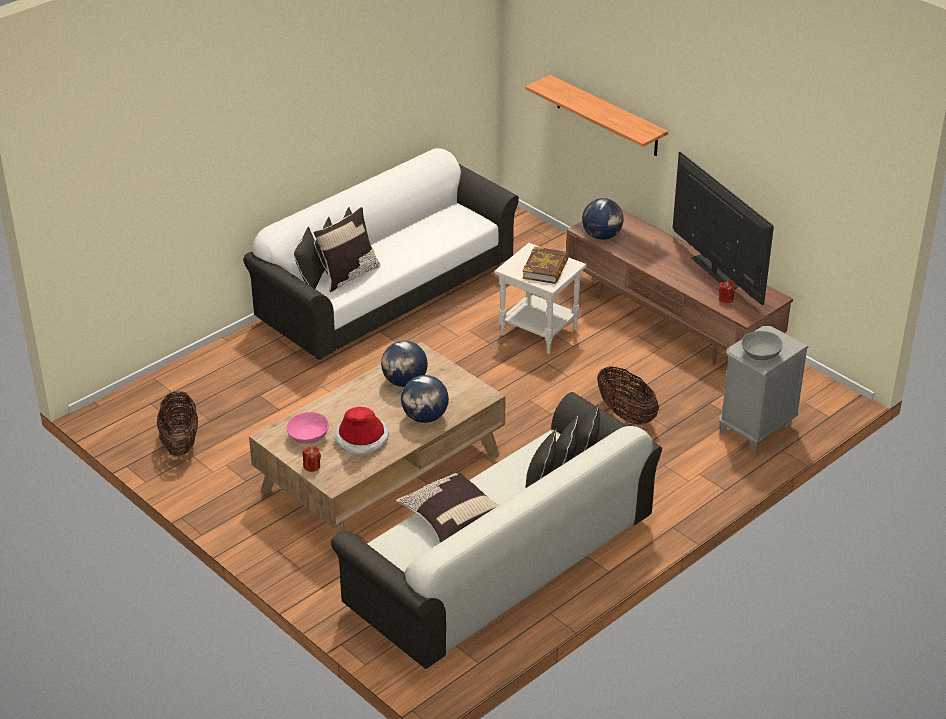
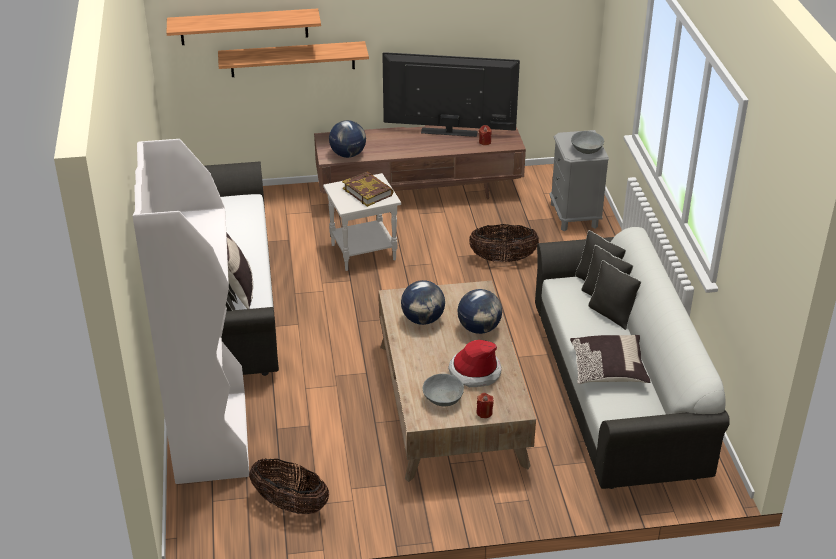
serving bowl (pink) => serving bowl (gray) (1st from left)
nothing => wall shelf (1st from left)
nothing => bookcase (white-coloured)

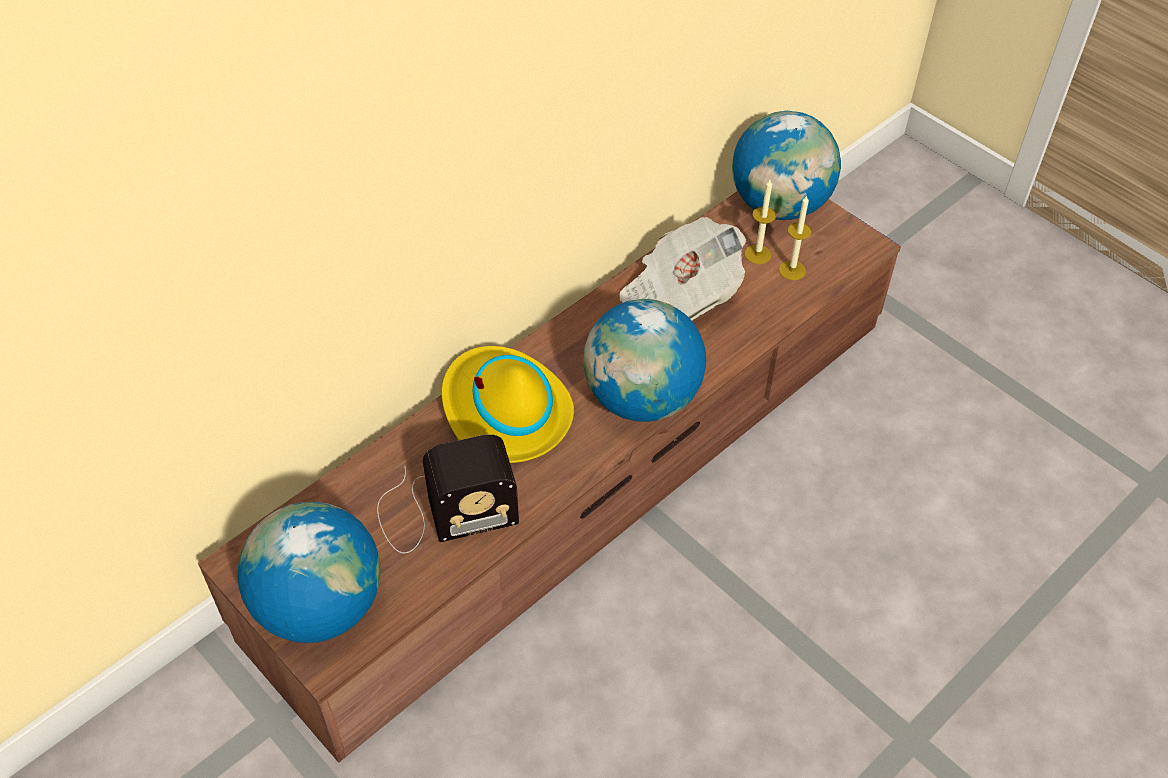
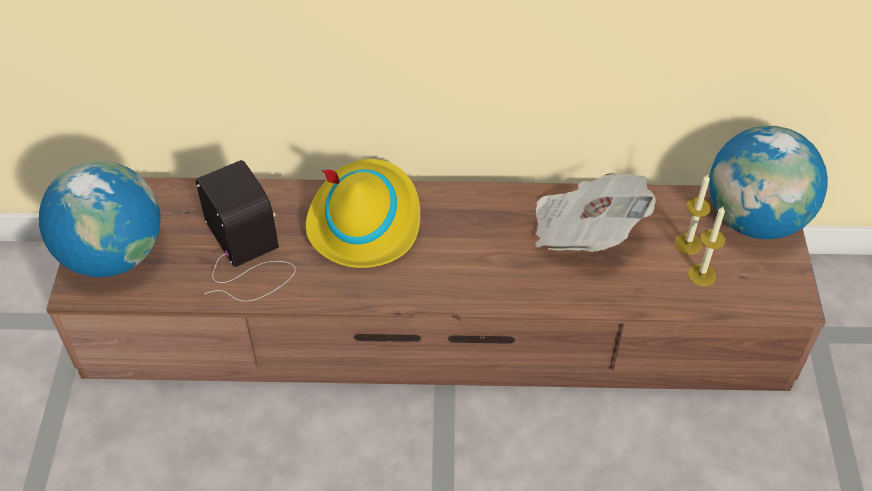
desk globe (2nd from left) => nothing
radio receiver, 150 degrees counterclockwise

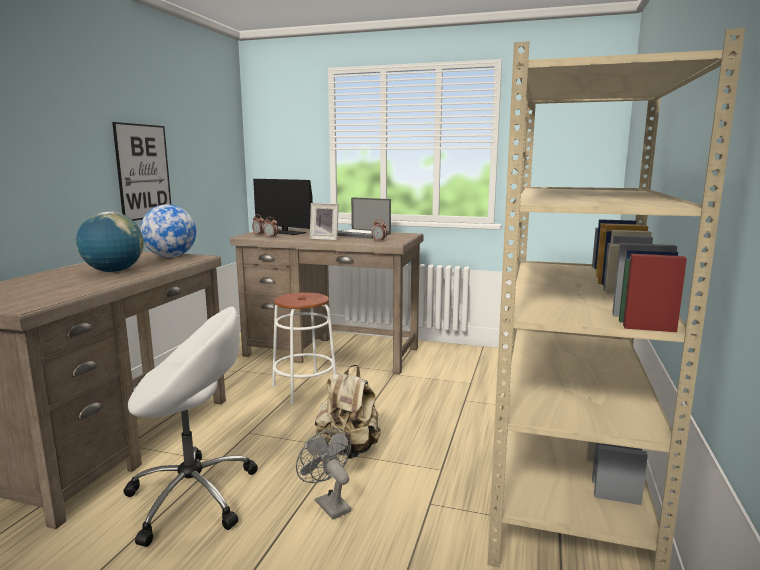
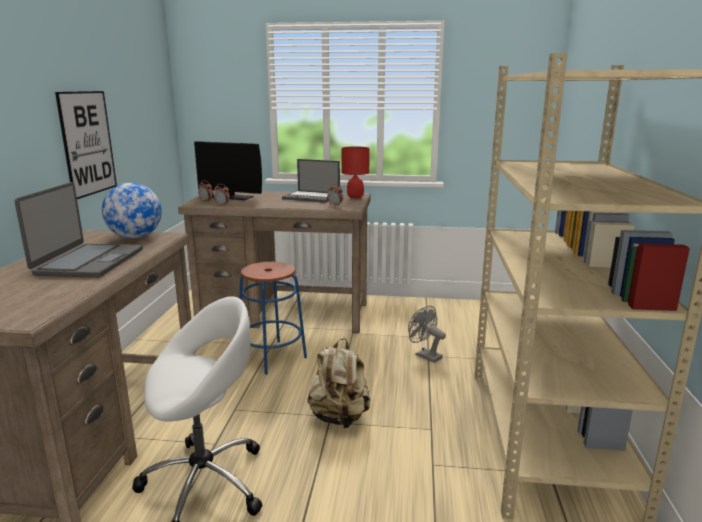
picture frame => nothing
desk globe (1st from left) => laptop (1st from left)
stool seat (white-coloured) => stool seat (blue)
fan (gray), move
nothing => lamp for a table (red)

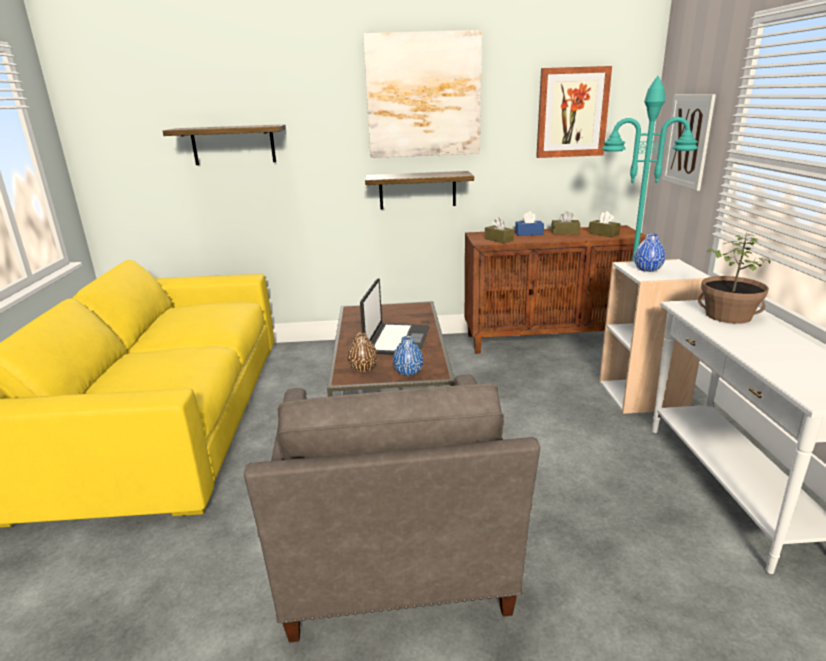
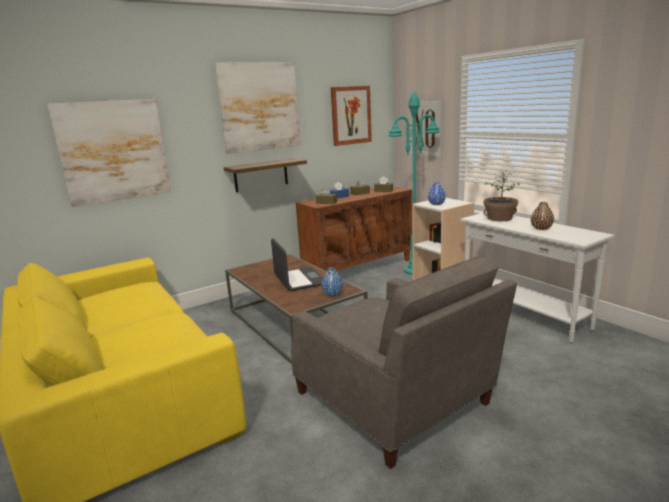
wall shelf (1st from left) => wall picture (1st from left)
flower vase (brown), move

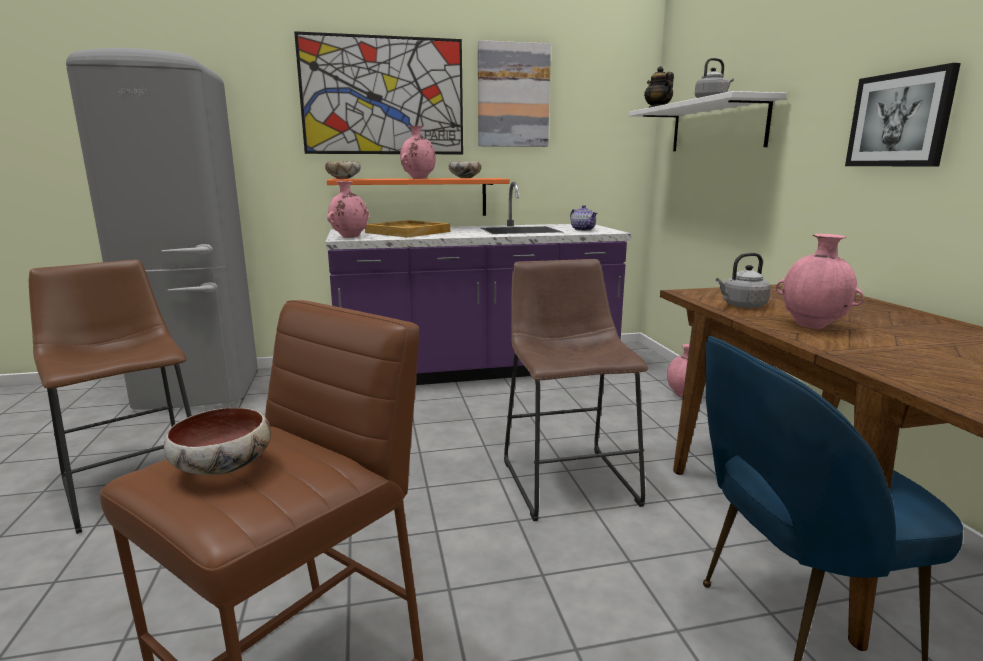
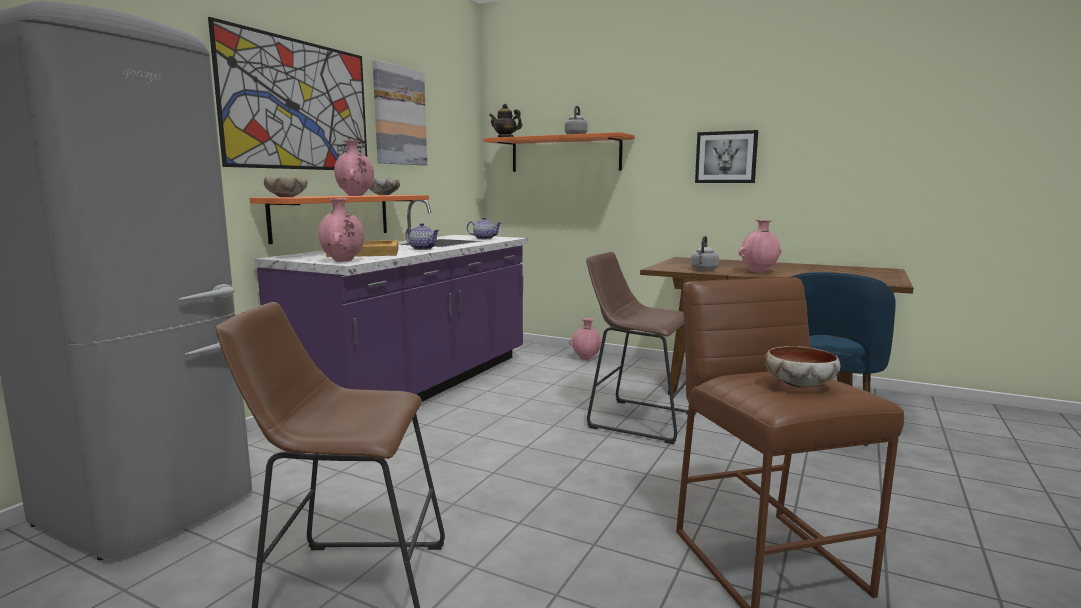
wall shelf (white-coloured) => wall shelf (orange) (2nd from left)
nothing => tea pot (1st from left)

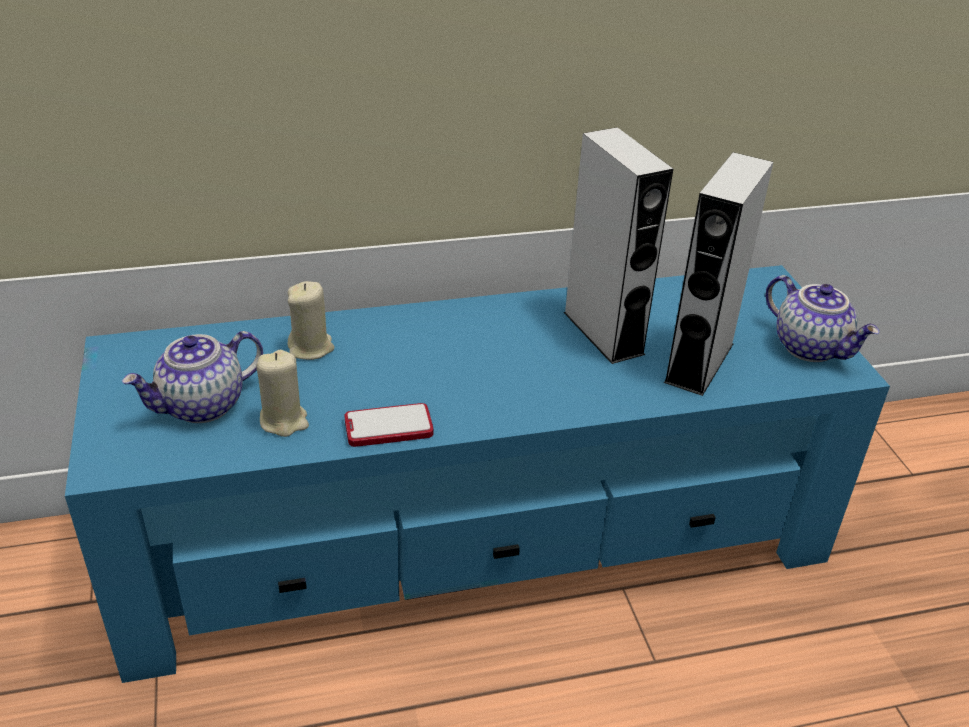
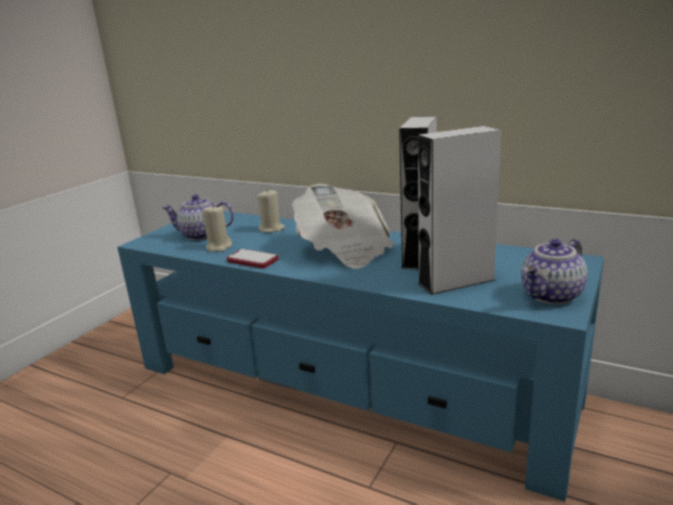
tea pot (2nd from left), 45 degrees clockwise
nothing => newspaper

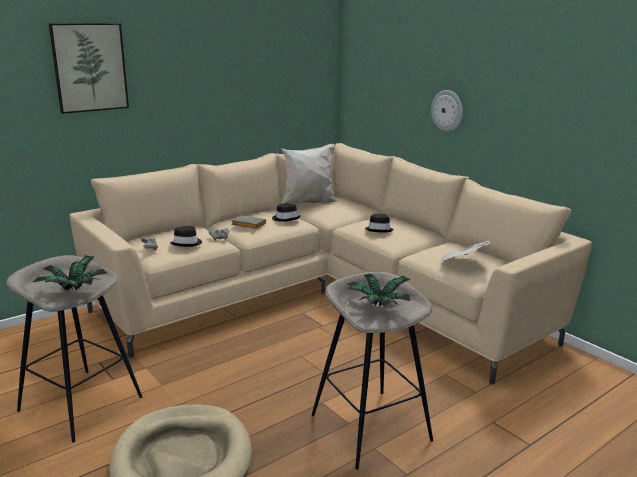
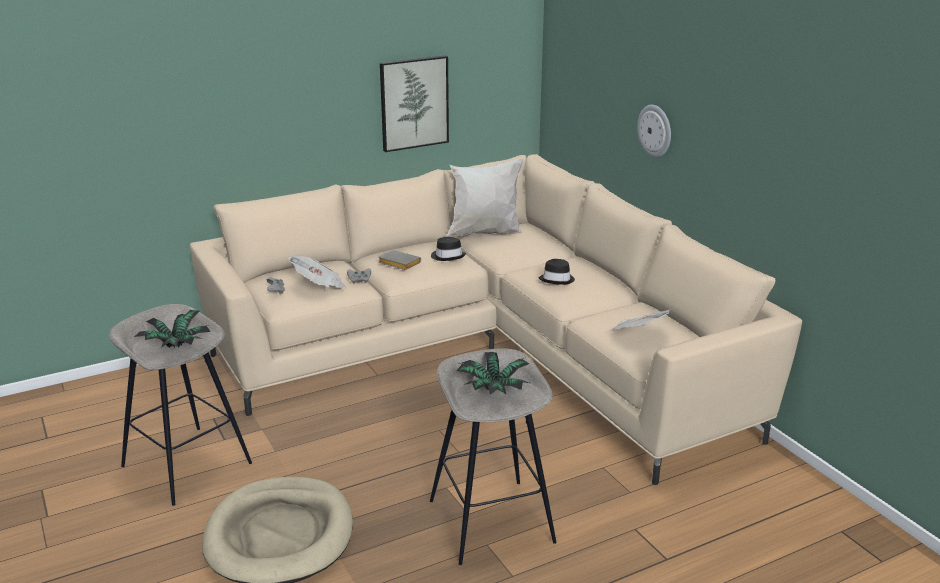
wall picture, move
hat (black-coloured) (1st from left) => newspaper (1st from left)

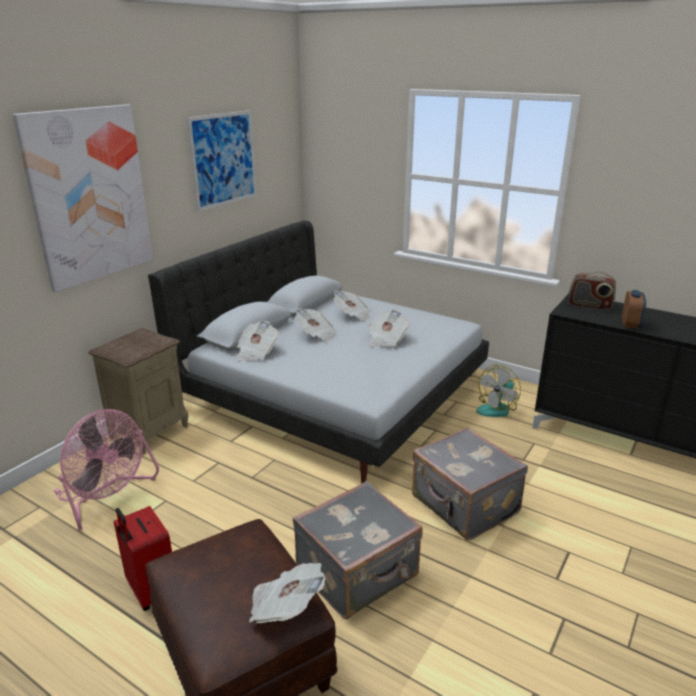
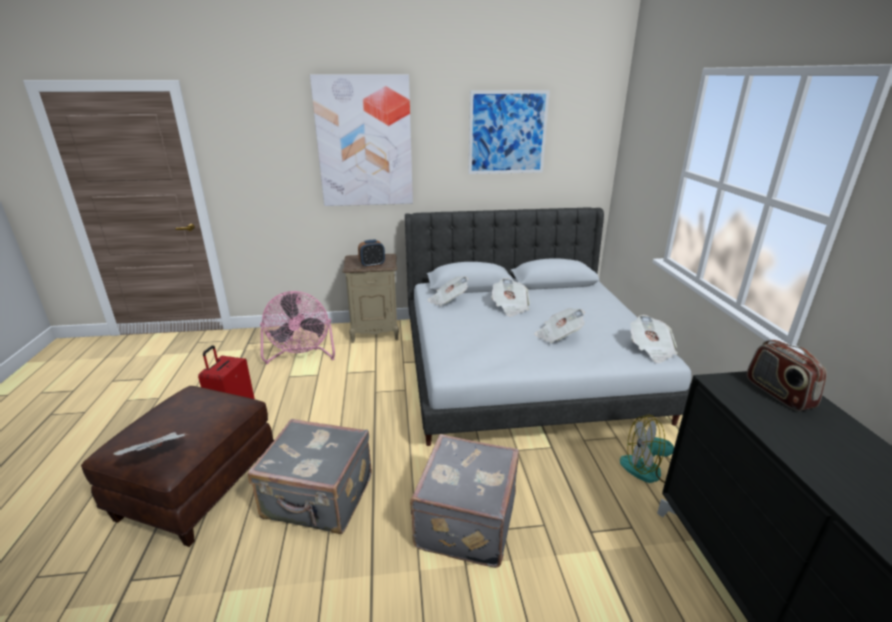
bedside clock, move
newspaper (4th from left in the first image) => newspaper (5th from left), move

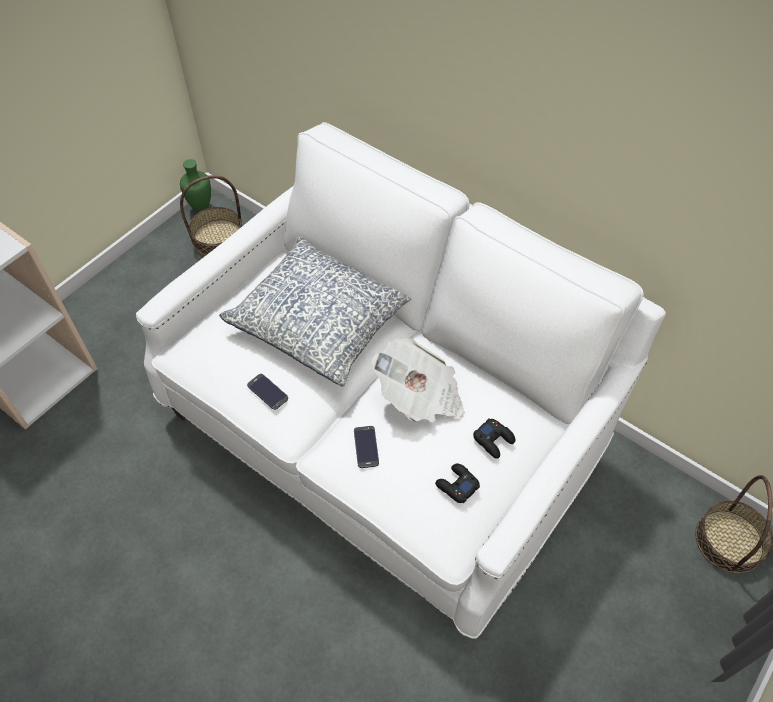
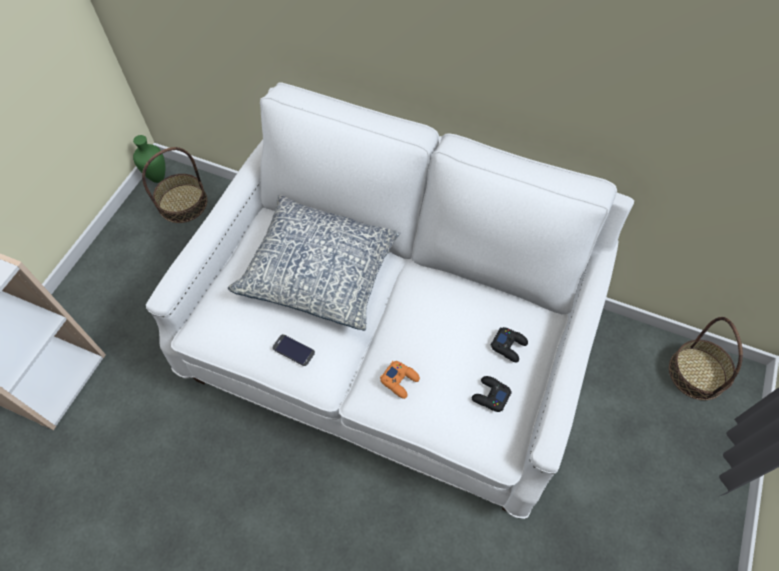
newspaper => nothing
handset (2nd from left) => gamepad (orange)

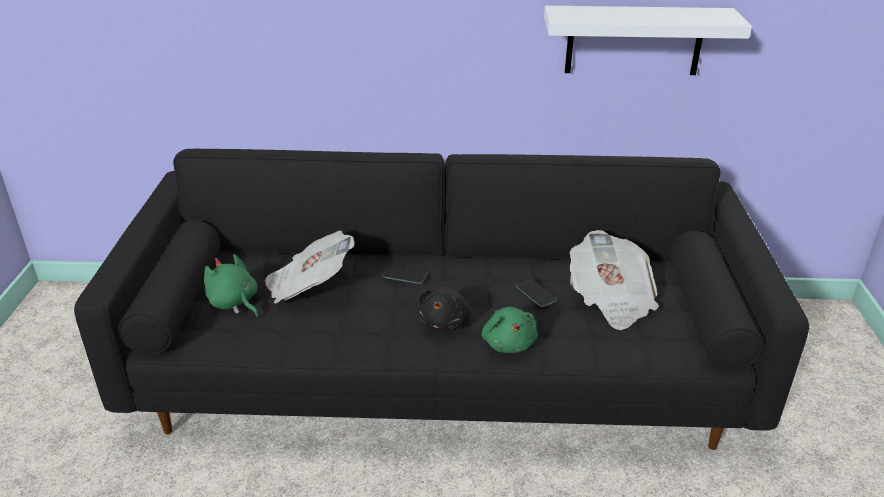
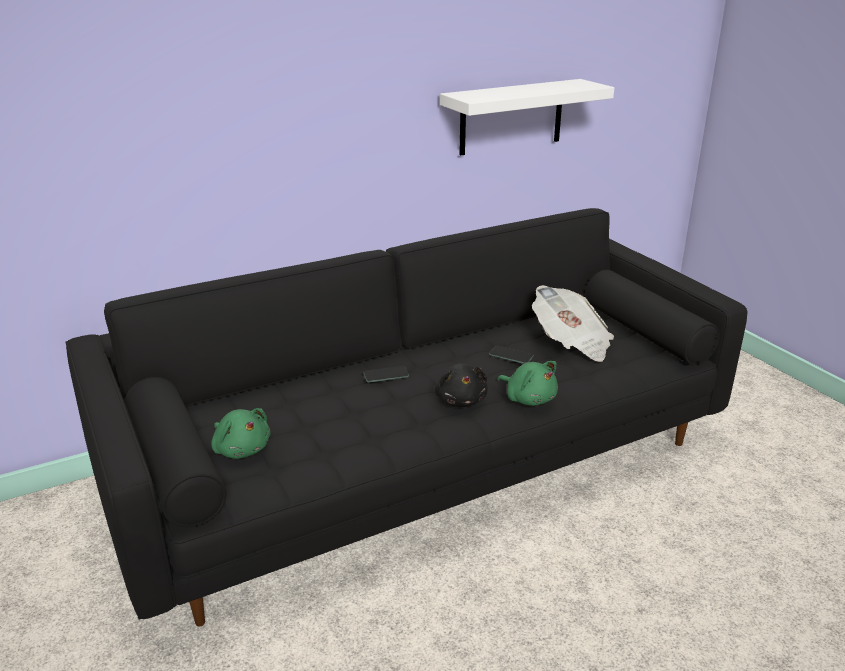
newspaper (1st from left) => nothing
soft toy (greenish) (1st from left), 150 degrees counterclockwise

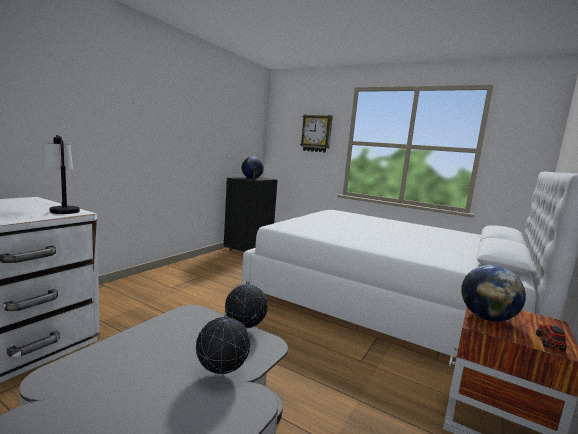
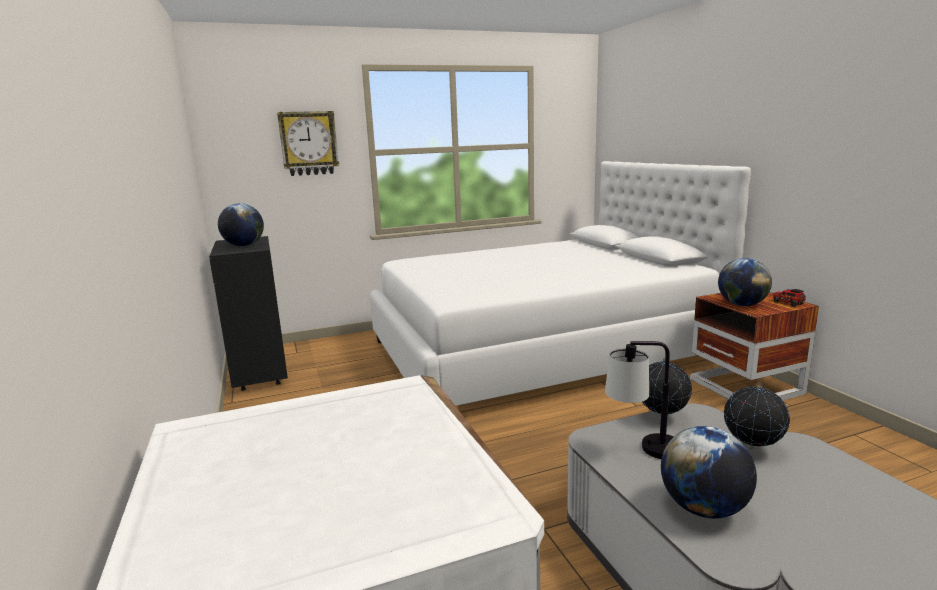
lamp for a table, move
nothing => desk globe (3rd from left)

